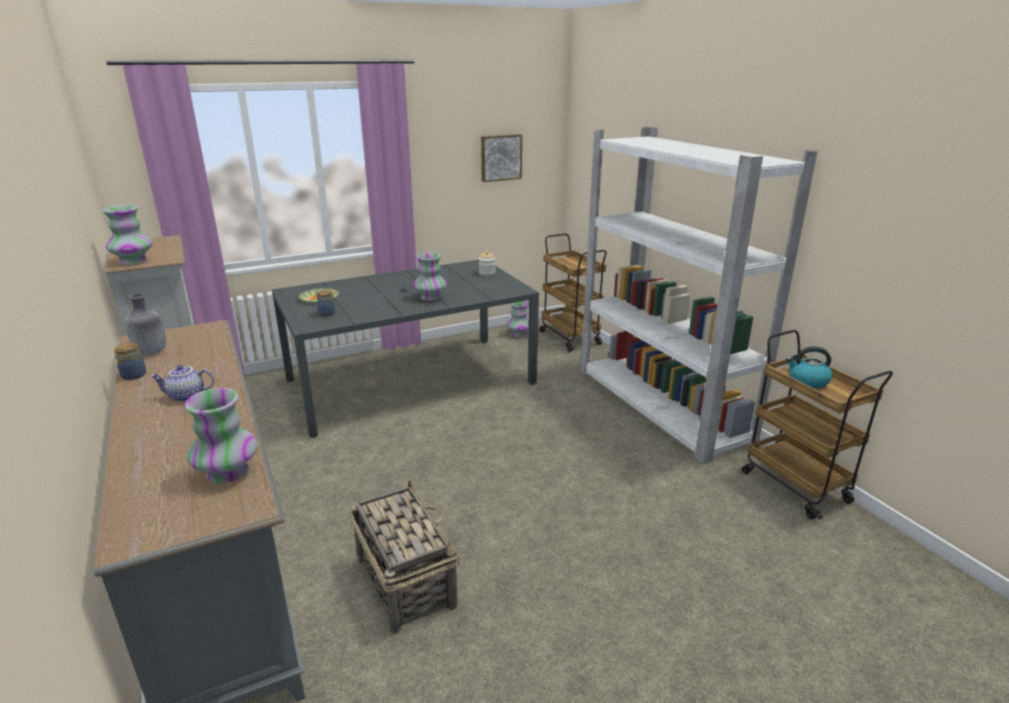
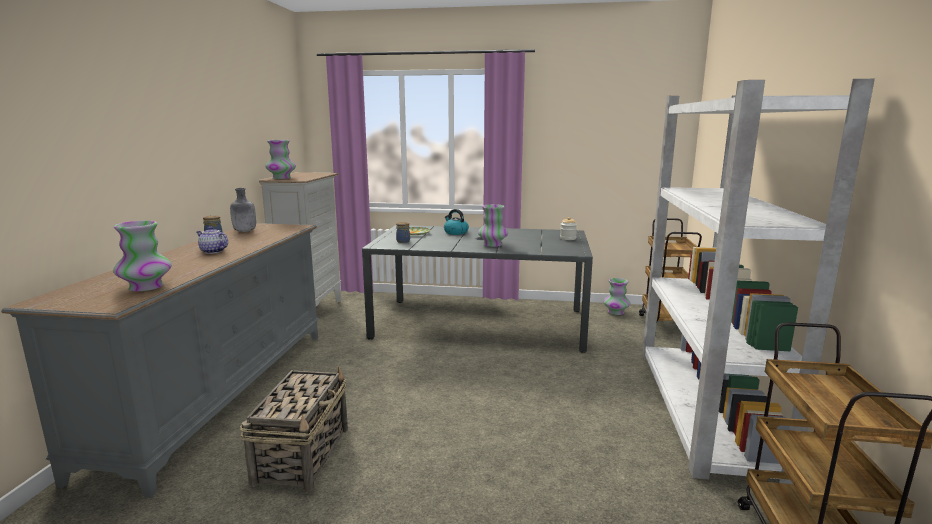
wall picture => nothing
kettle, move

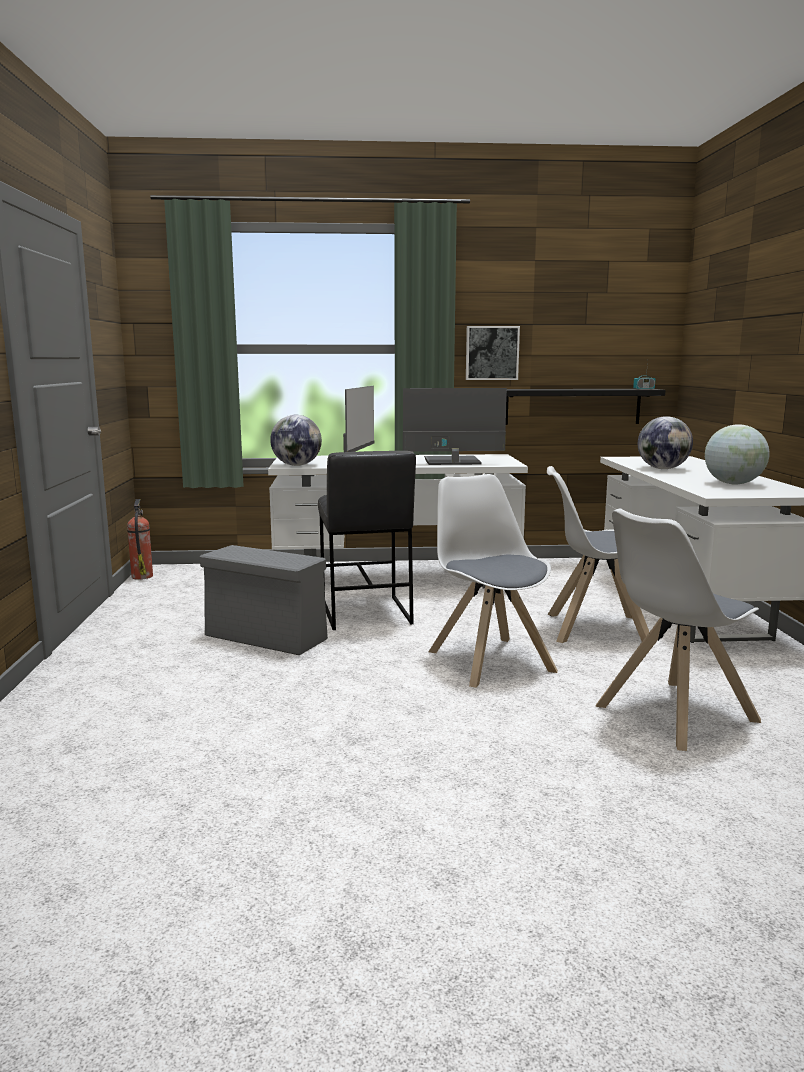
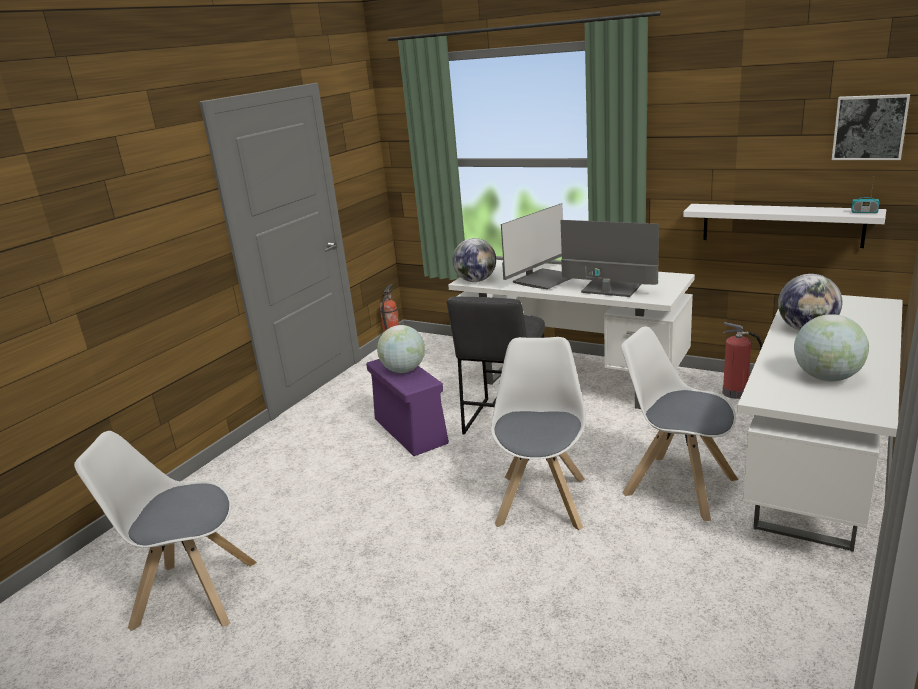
wall picture, move
wall shelf (black-coloured) => wall shelf (white-coloured)
chair (3rd from left in the first image) => chair (1st from left), move
storage container (gray) => storage container (purple)
nothing => fire extinguisher (2nd from left)
nothing => desk globe (1st from left)

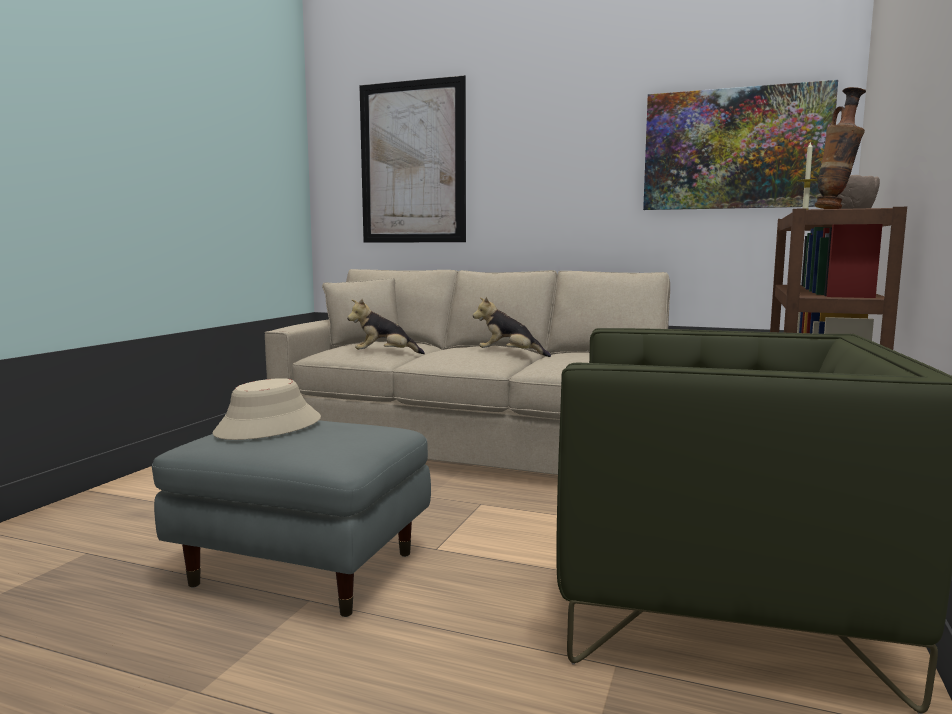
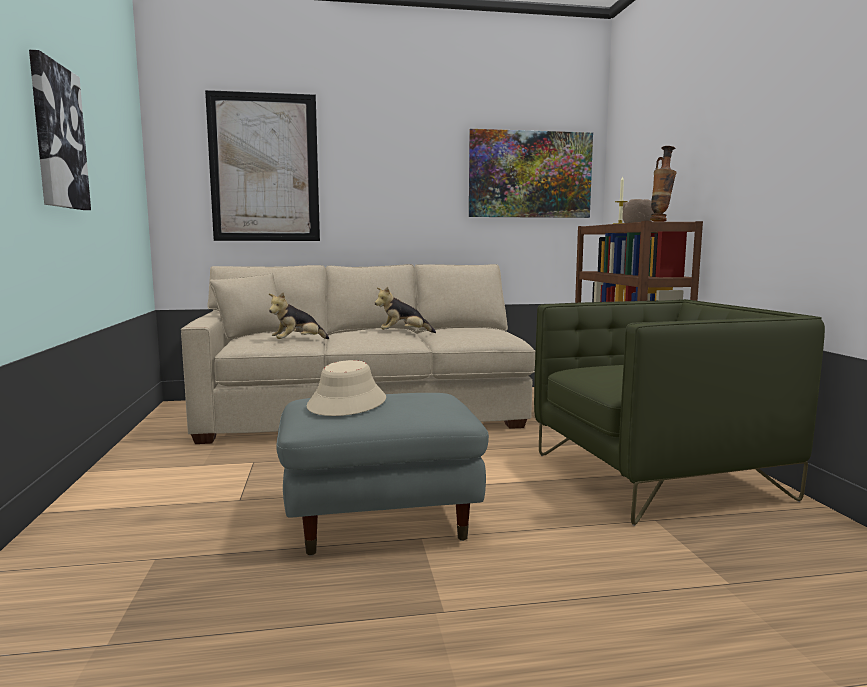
nothing => wall picture (1st from left)

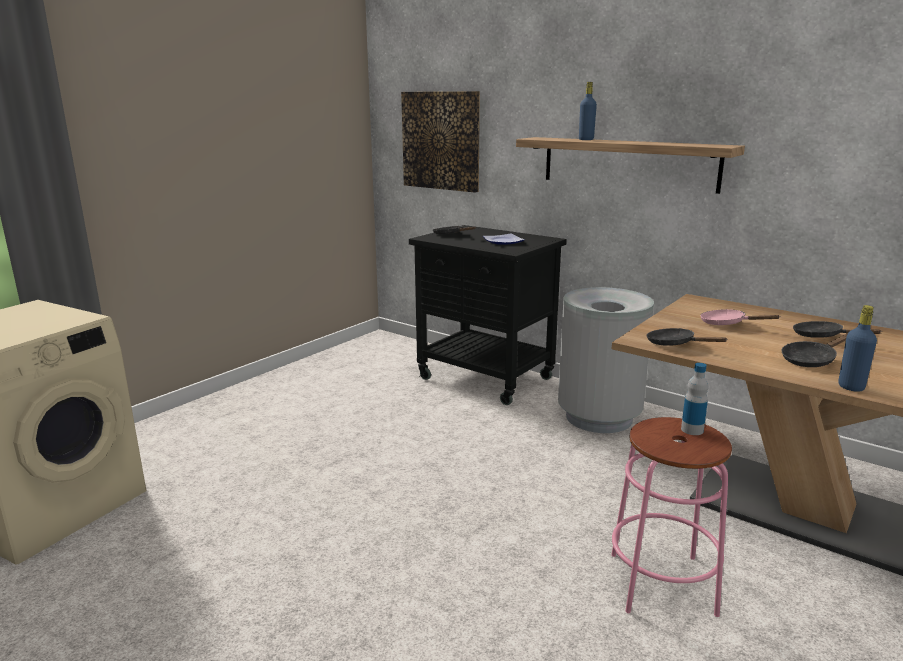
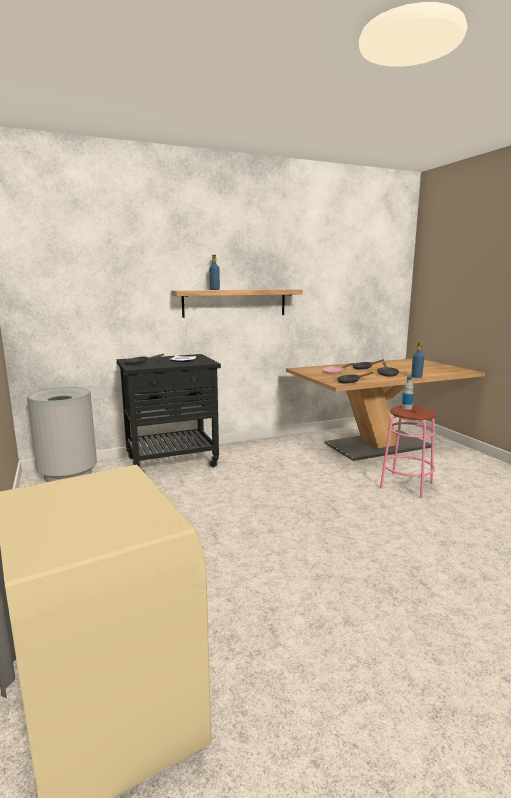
wall picture => nothing
trash can (gray), move

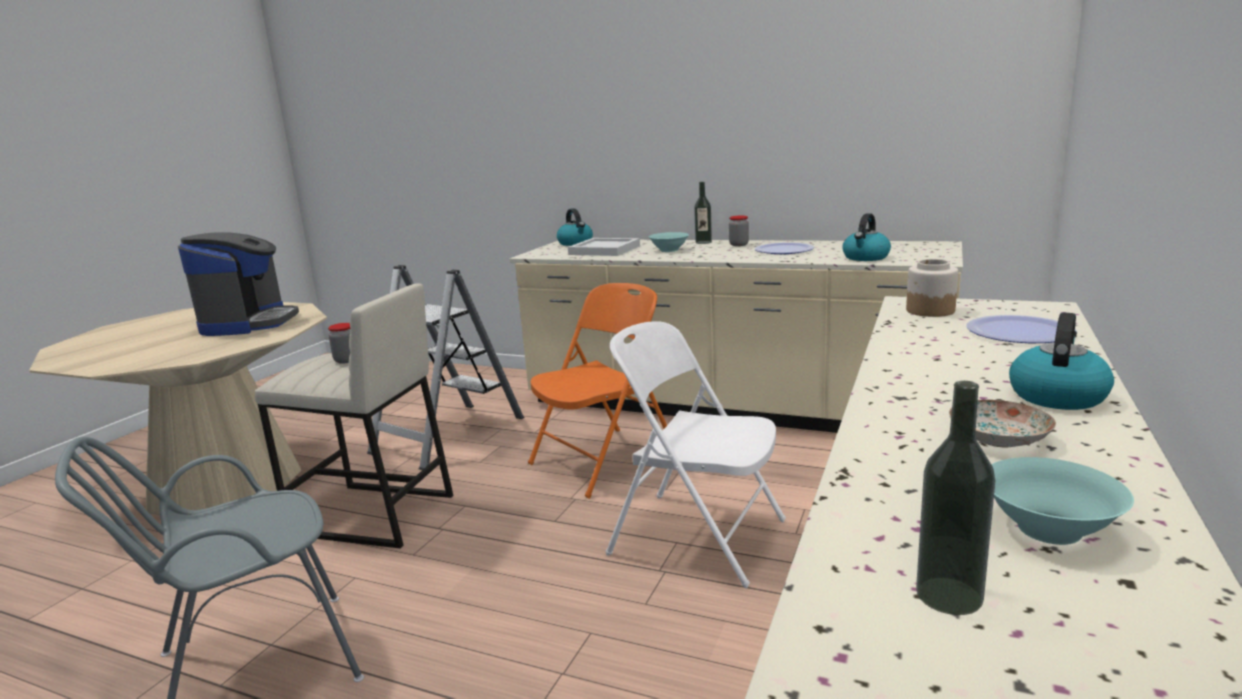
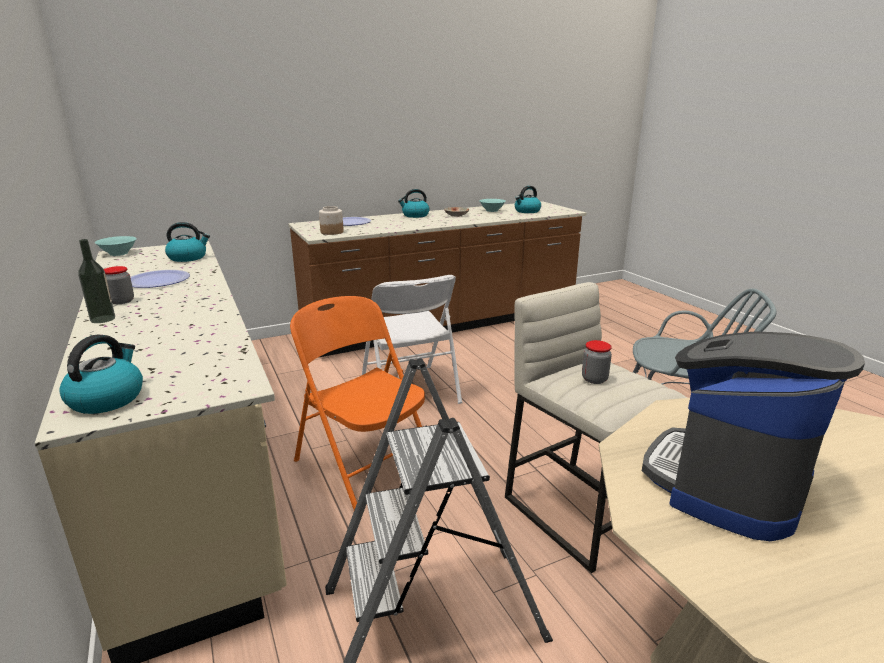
serving bowl (turquoise) (1st from left), move
serving tray (white-coloured) => nothing
chair (orange), 45 degrees clockwise
beverage bottle (2nd from left) => kettle (4th from left)

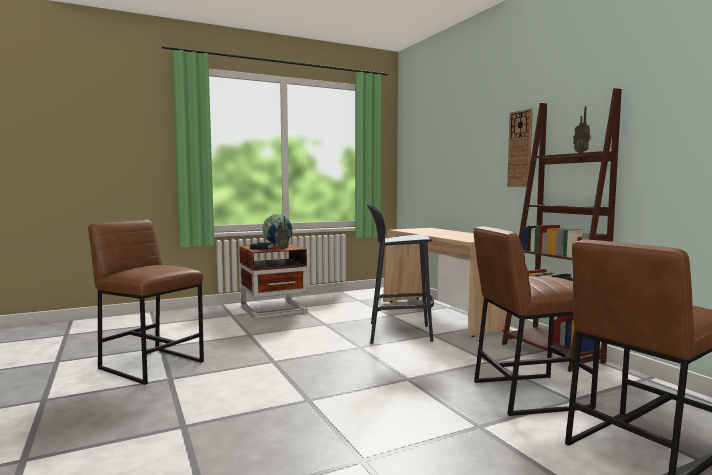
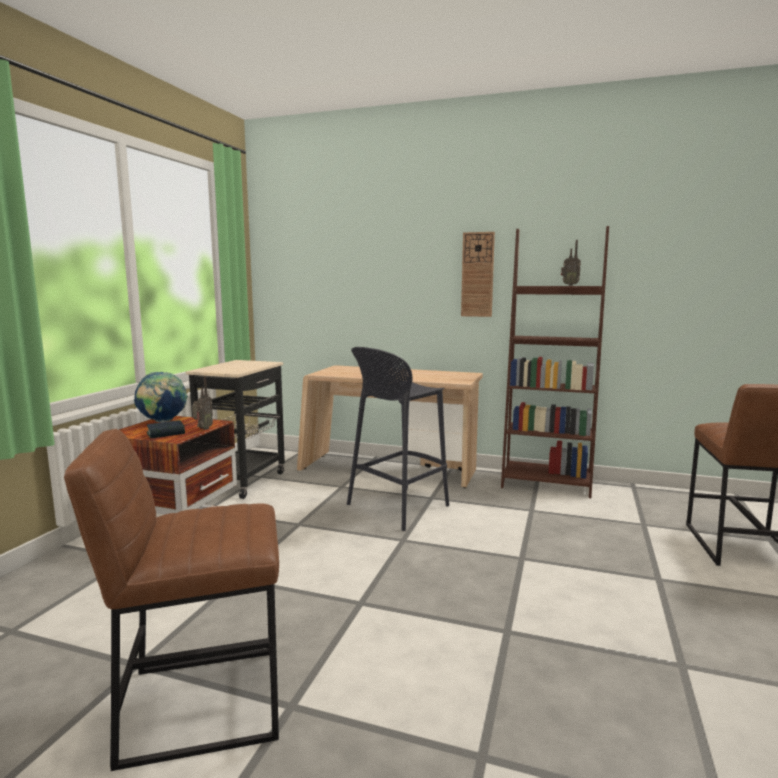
chair (brown) (2nd from left) => nothing
nothing => wheeled cart

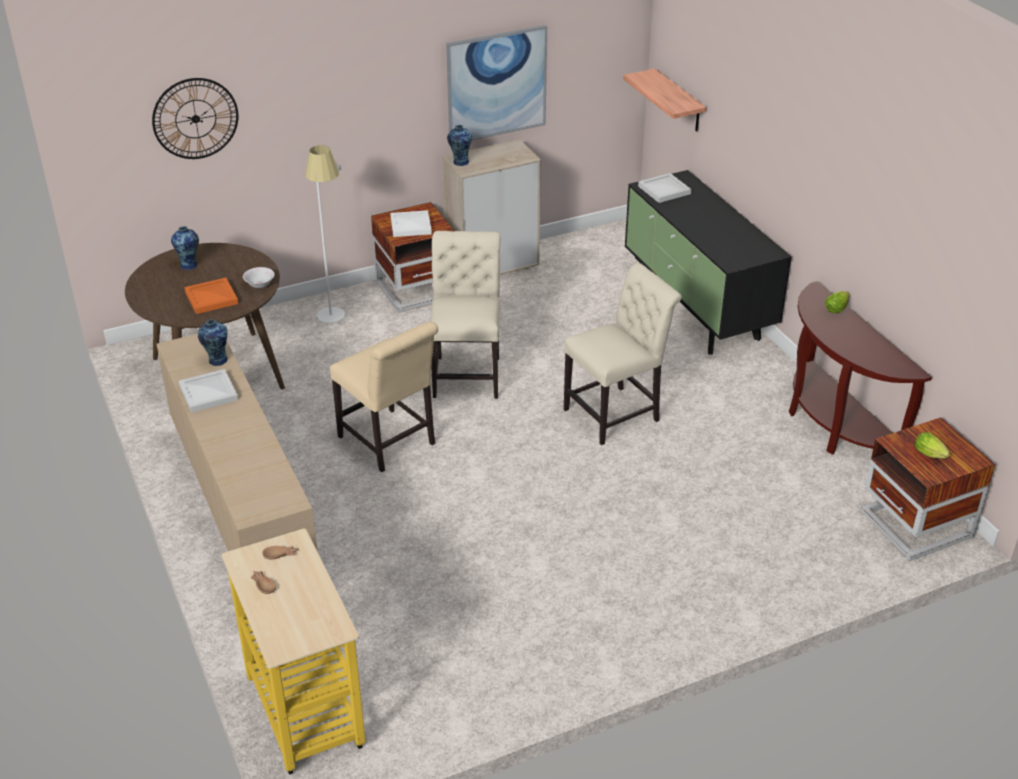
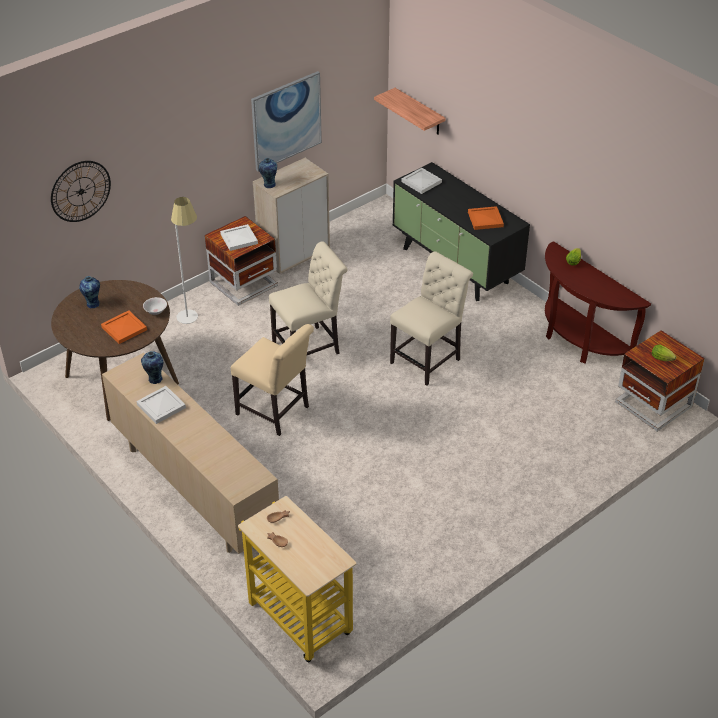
chair (sand-coloured) (2nd from left), 75 degrees clockwise
nothing => serving tray (orange) (2nd from left)

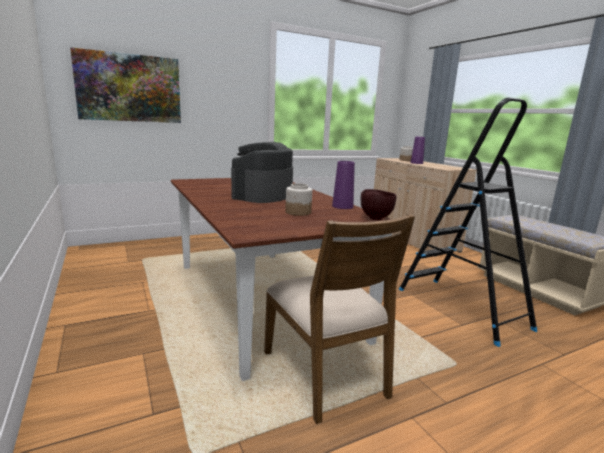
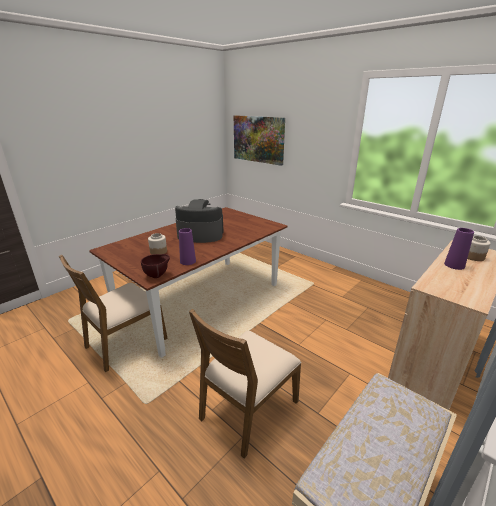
stepladder (black-coloured) => chair (brown) (2nd from left)

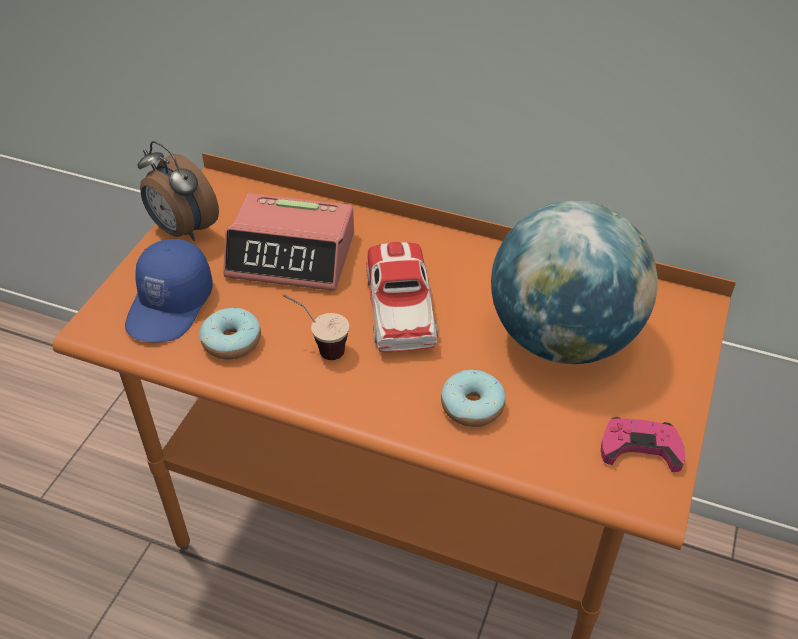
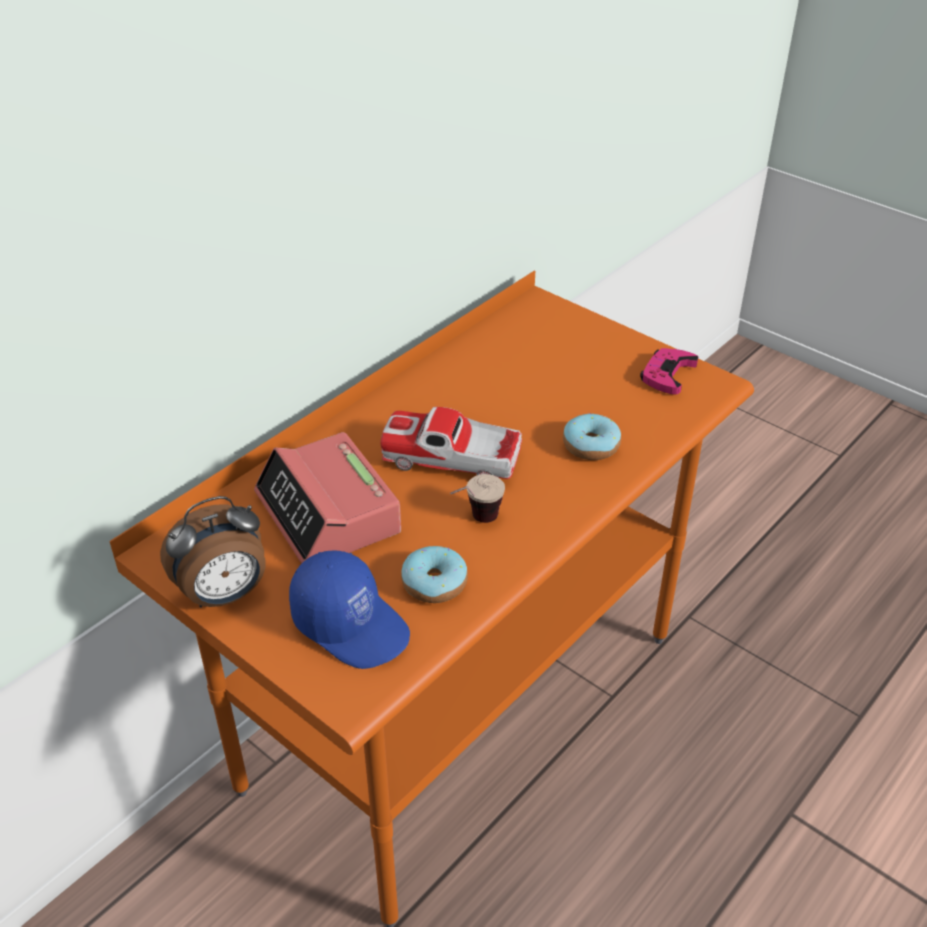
bedside clock (2nd from left), 120 degrees clockwise
desk globe => nothing

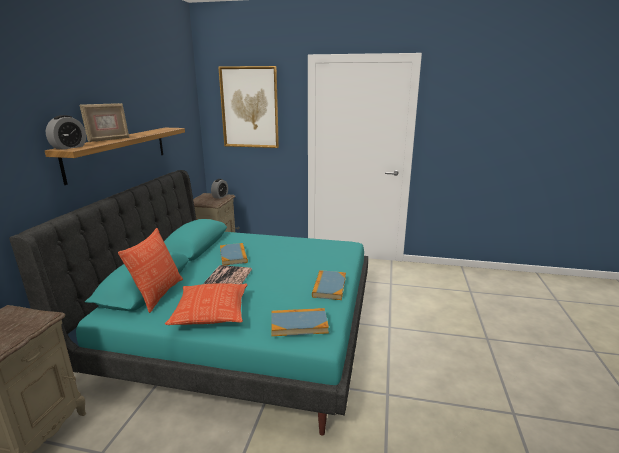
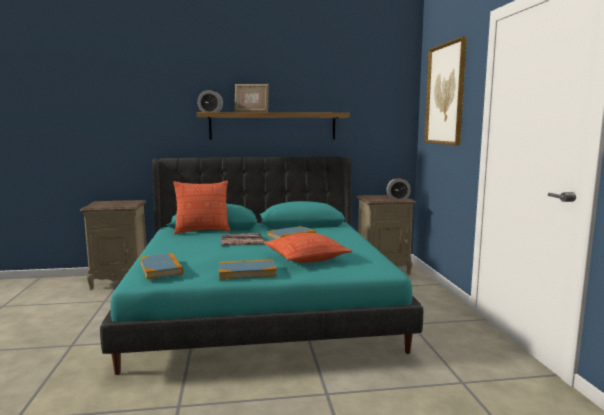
pillow (orange) (2nd from left), move

